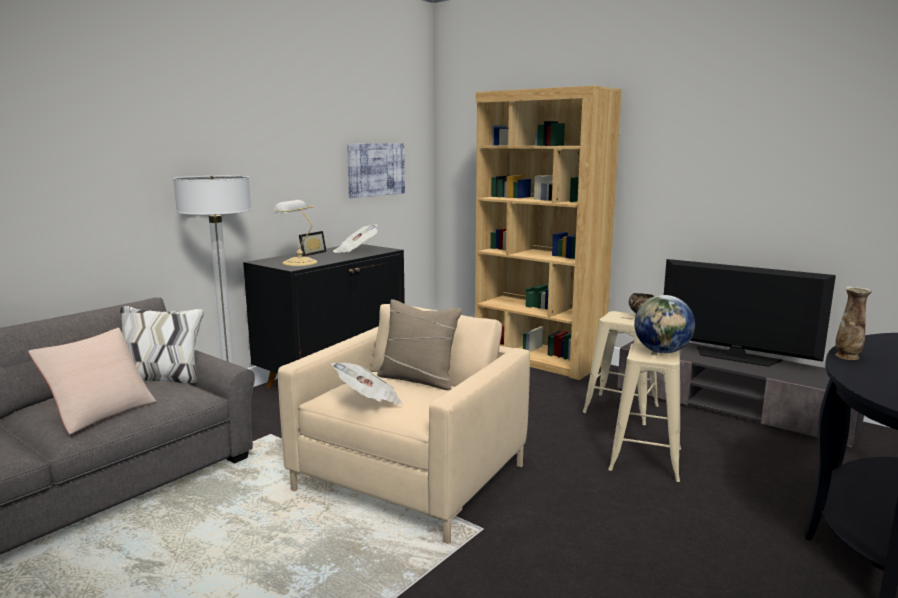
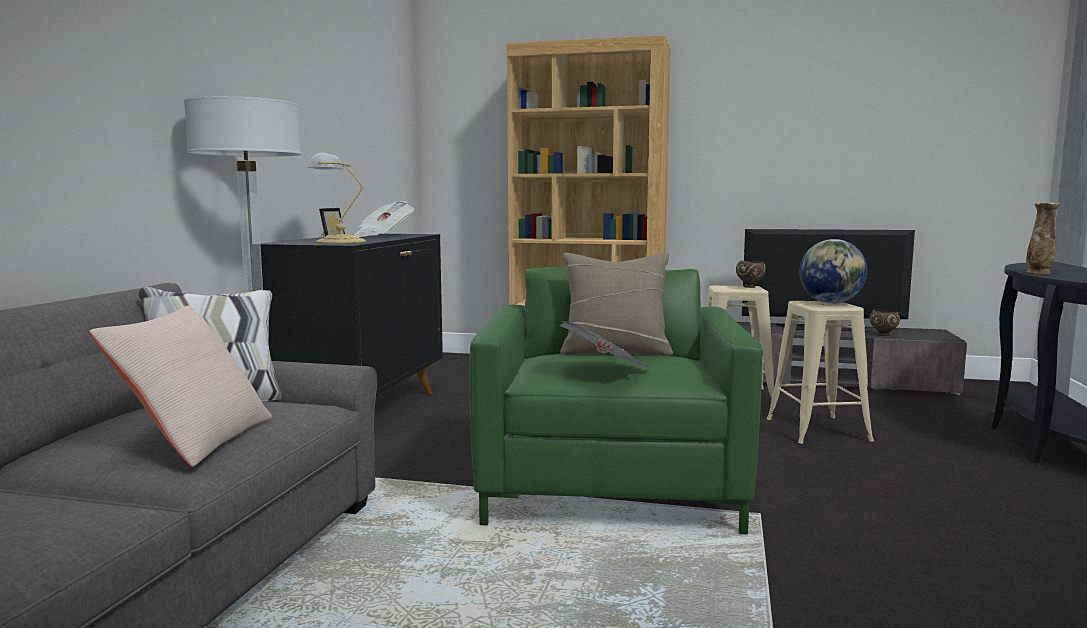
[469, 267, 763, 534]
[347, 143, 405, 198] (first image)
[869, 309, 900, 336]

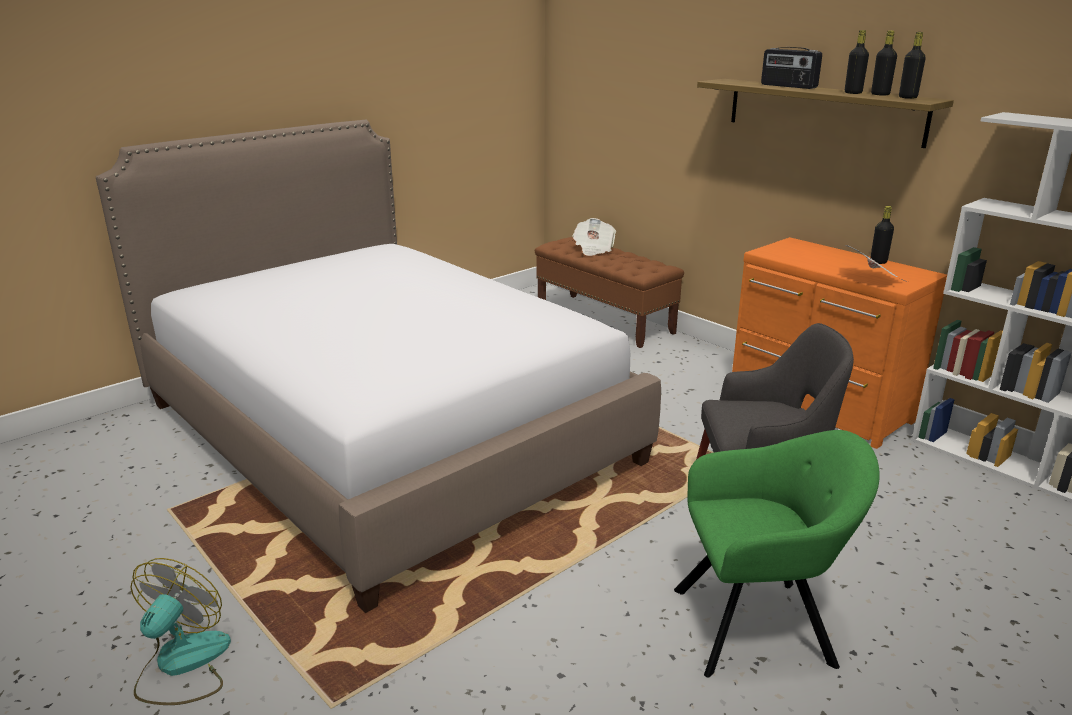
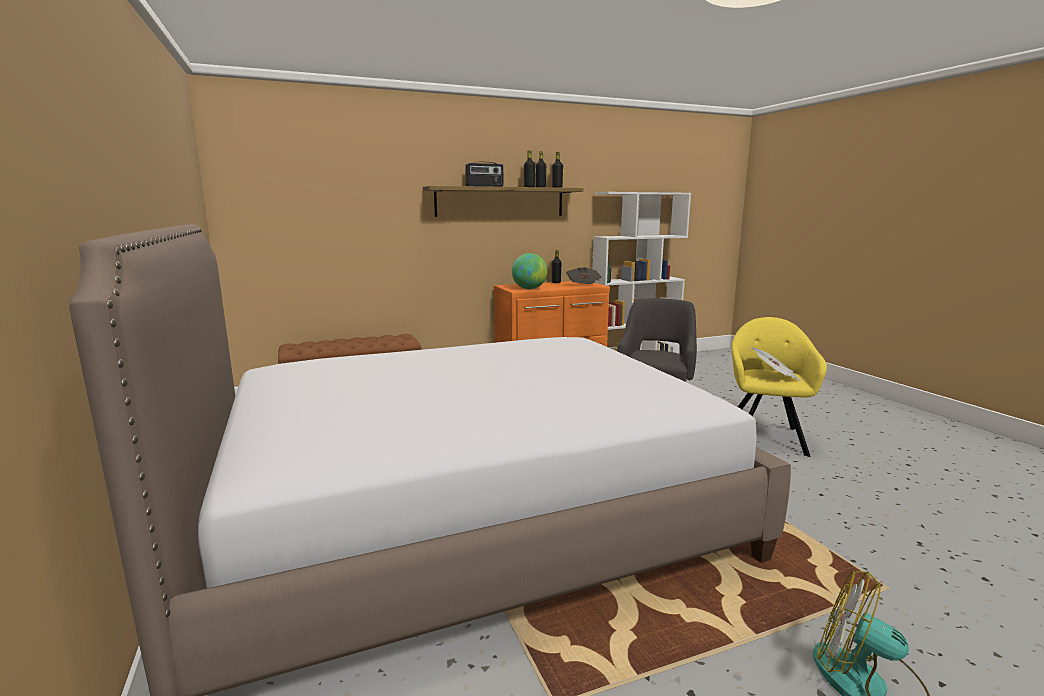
[751, 347, 801, 381]
[731, 317, 827, 457]
[512, 253, 548, 289]

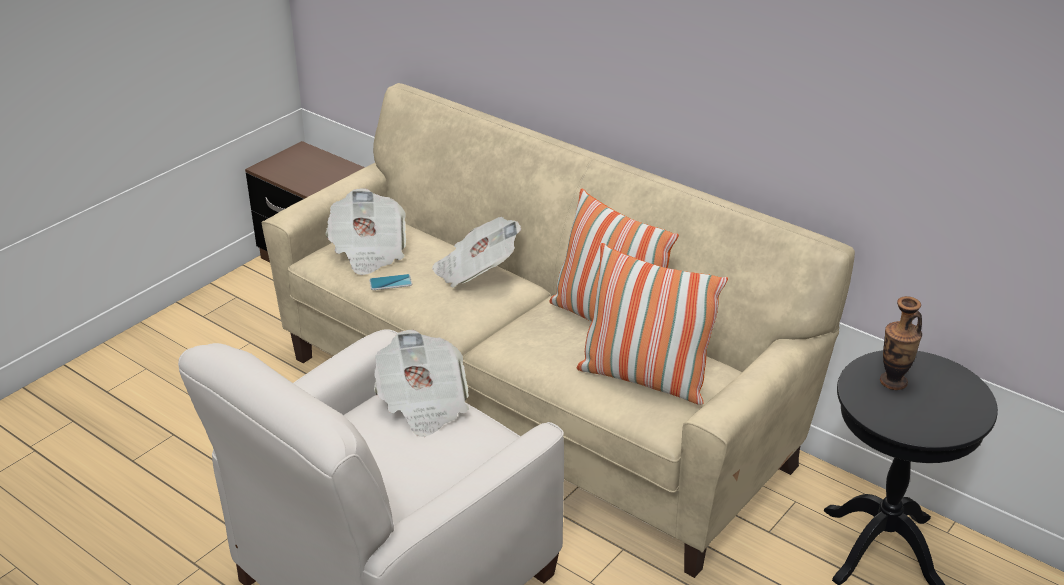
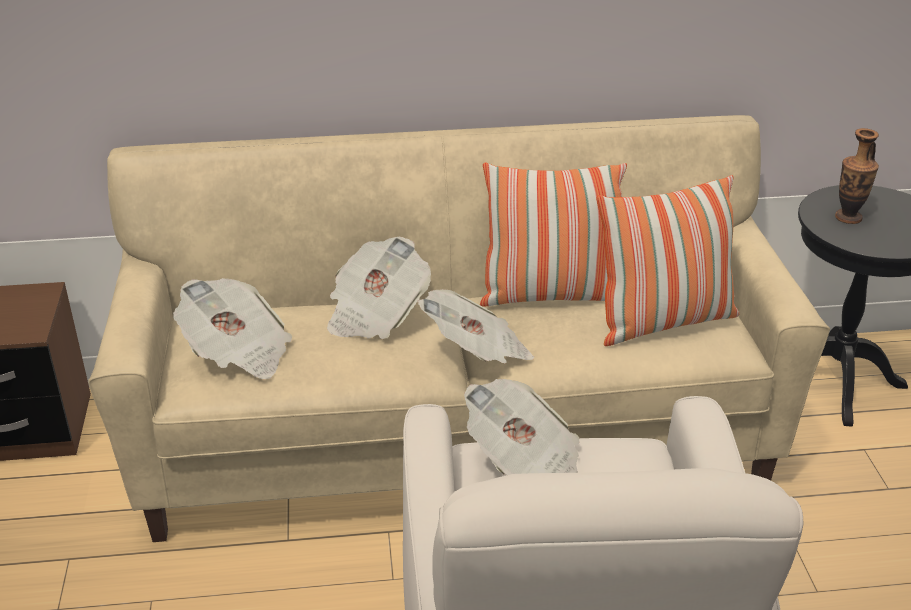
[369, 274, 412, 290] (first image)
[418, 289, 534, 363]

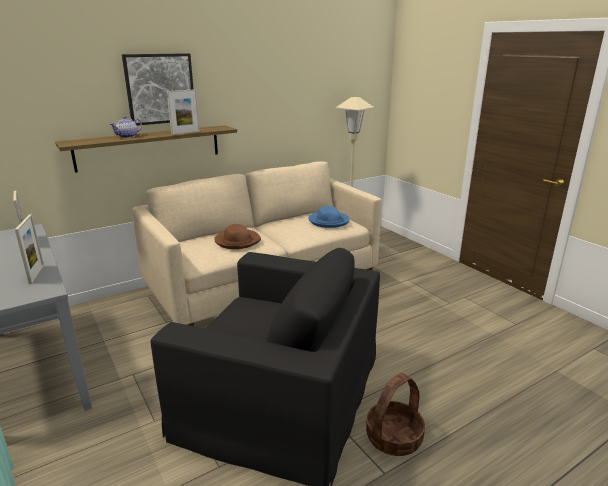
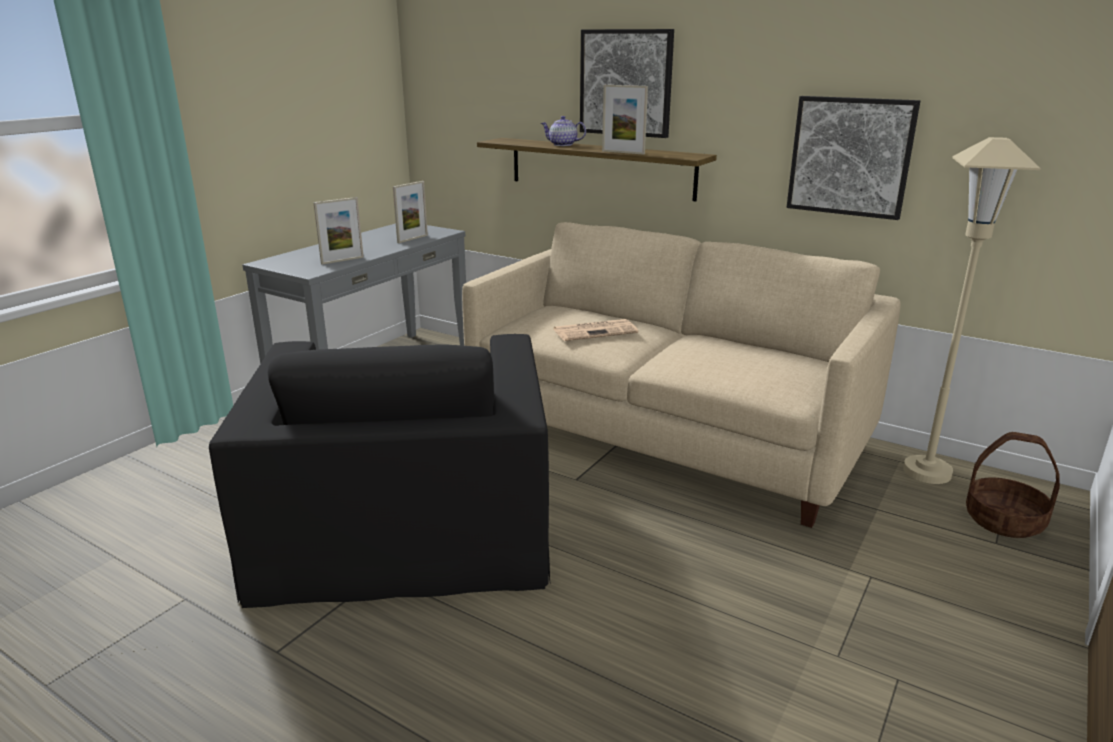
[554, 319, 638, 341]
[309, 206, 350, 228] (first image)
[966, 432, 1060, 538]
[786, 96, 920, 220]

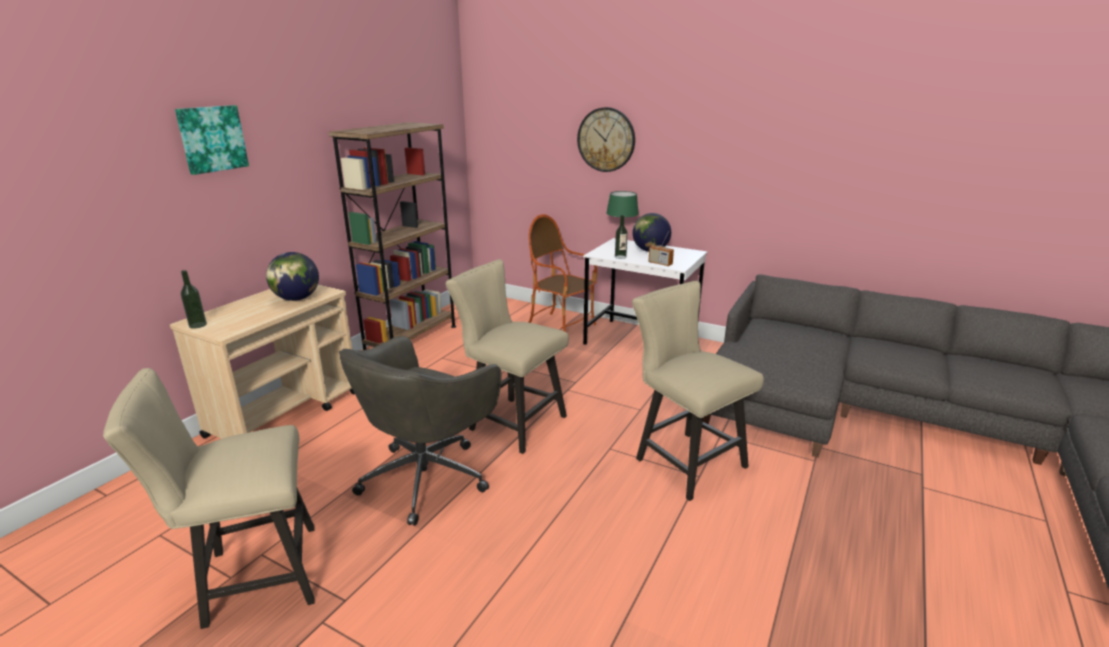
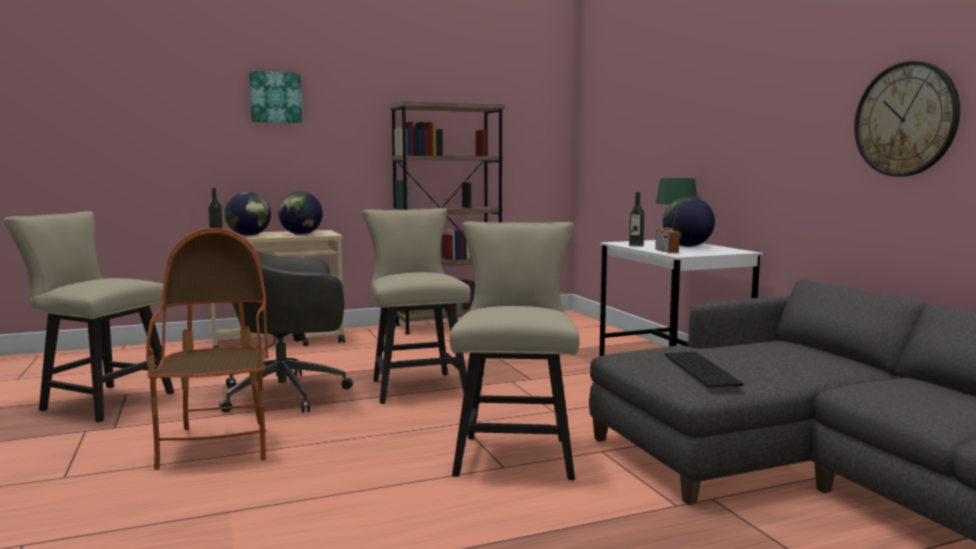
[146, 228, 268, 470]
[854, 61, 960, 177]
[225, 192, 271, 236]
[664, 351, 744, 387]

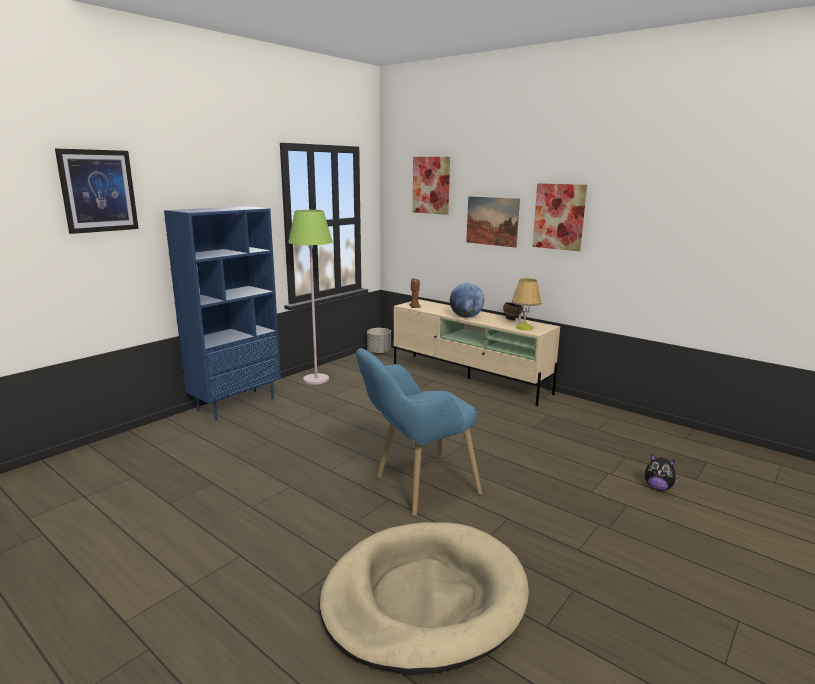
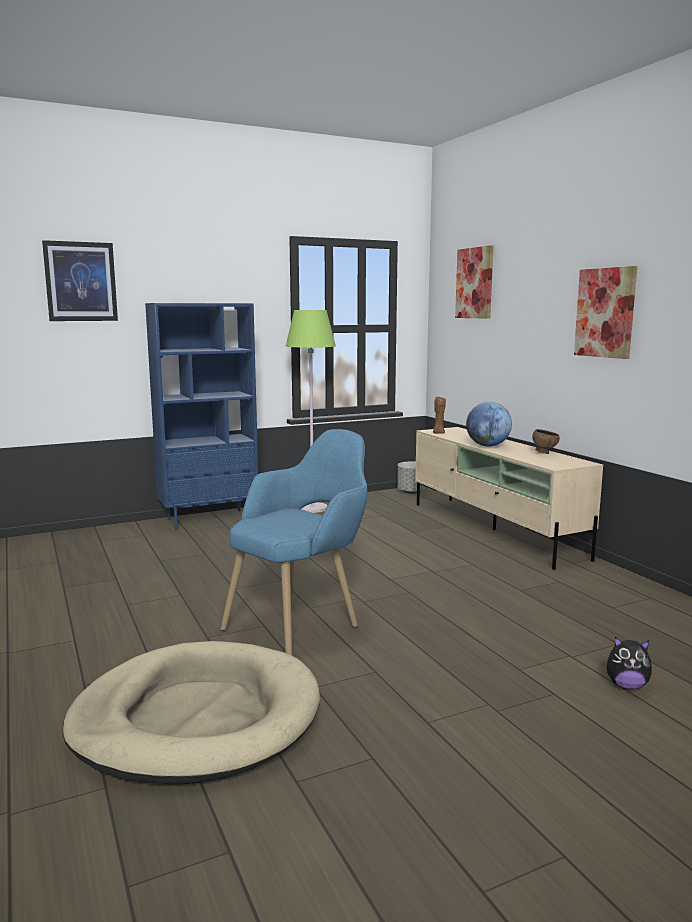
[221, 429, 367, 655]
[466, 196, 520, 248] (first image)
[512, 278, 541, 330] (first image)
[606, 637, 653, 690]

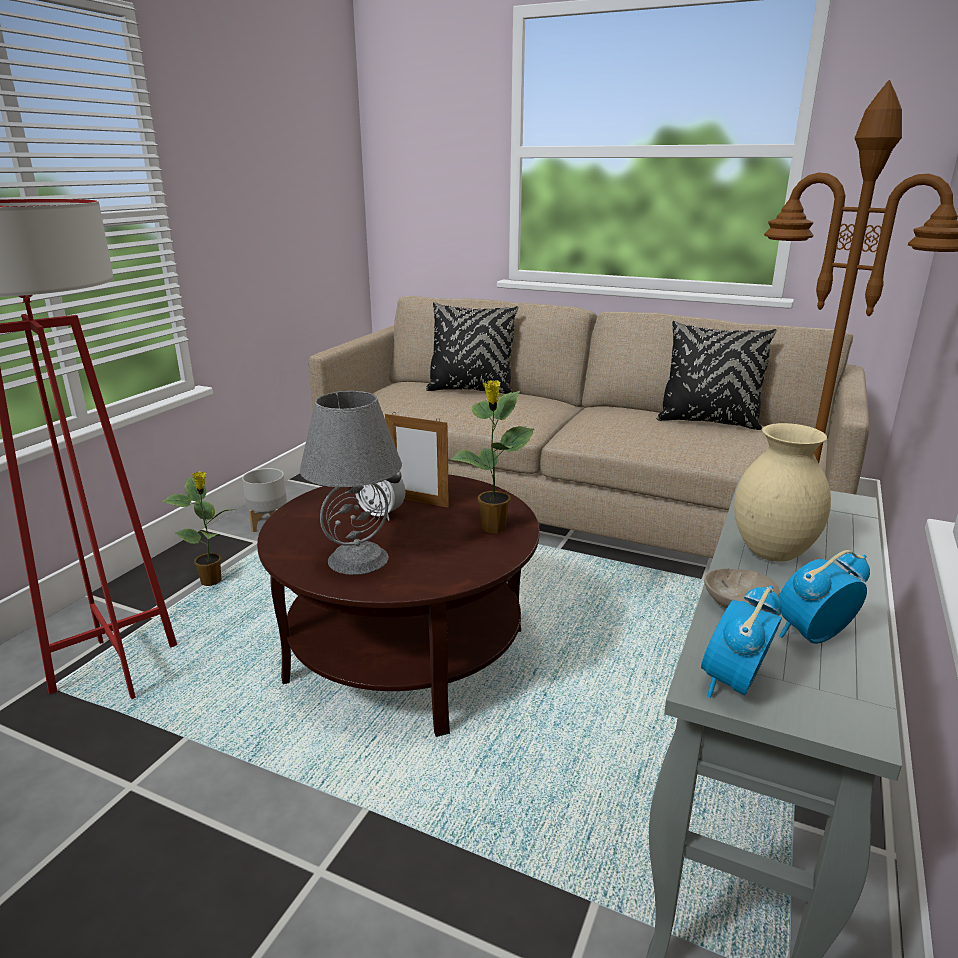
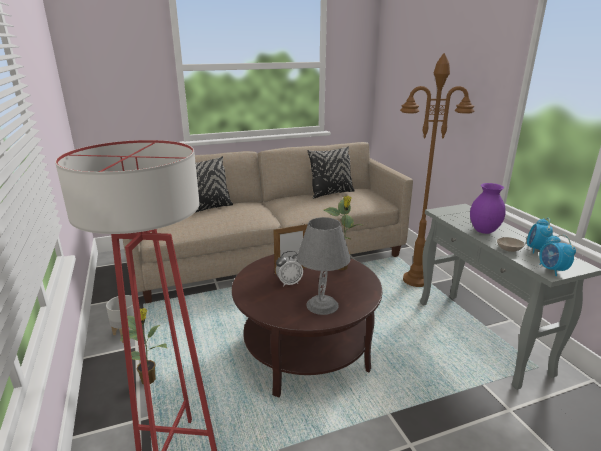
[470, 183, 506, 234]

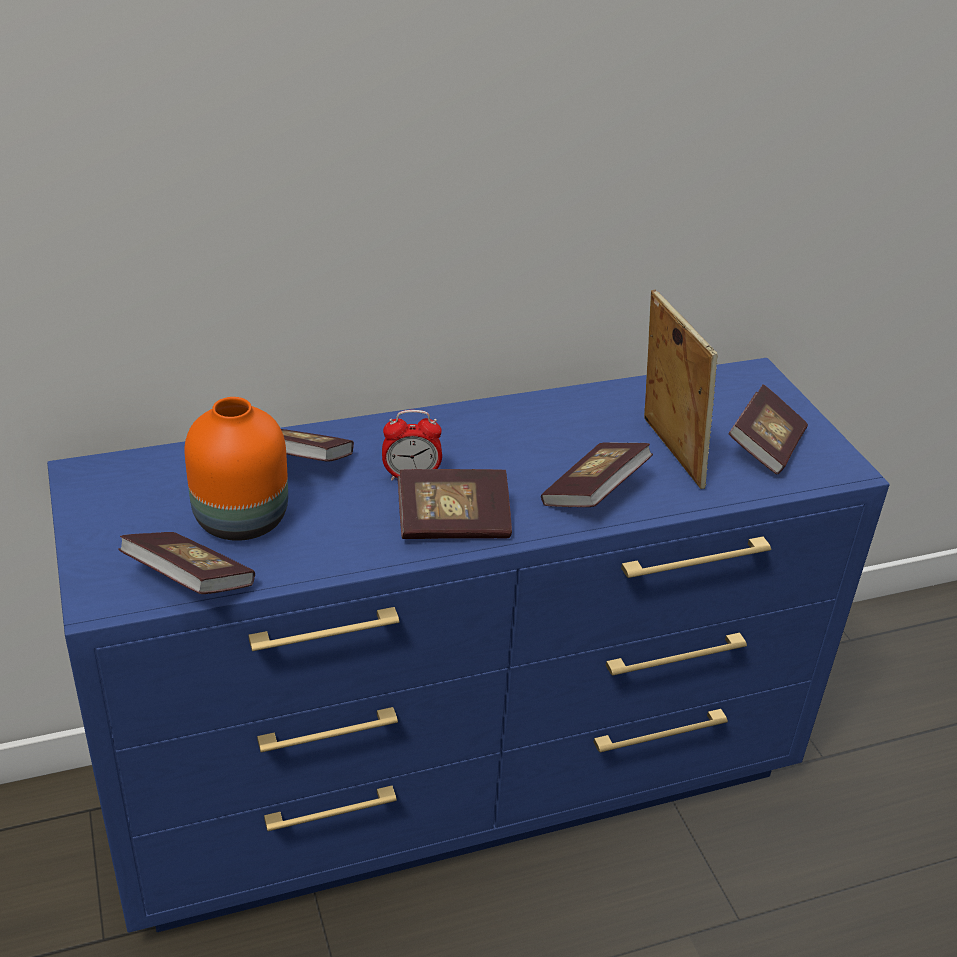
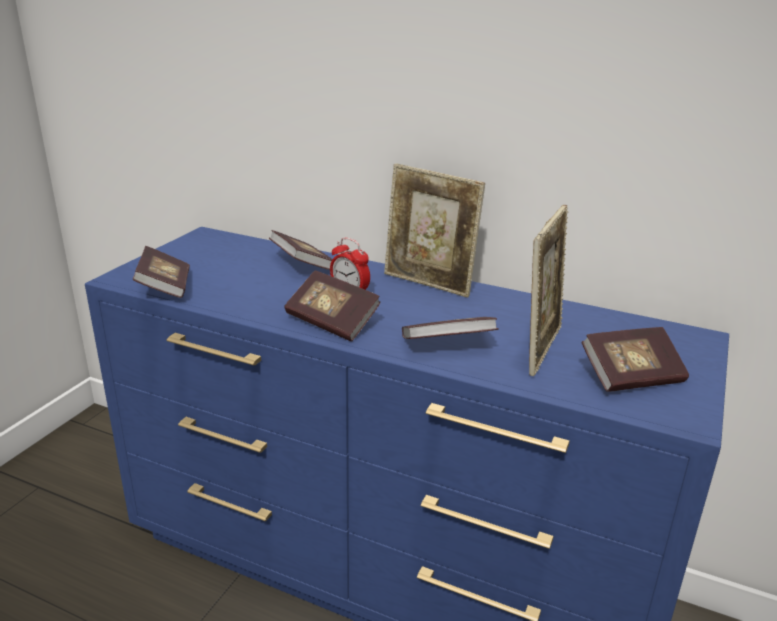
[185, 397, 288, 541] (first image)
[384, 163, 485, 298]

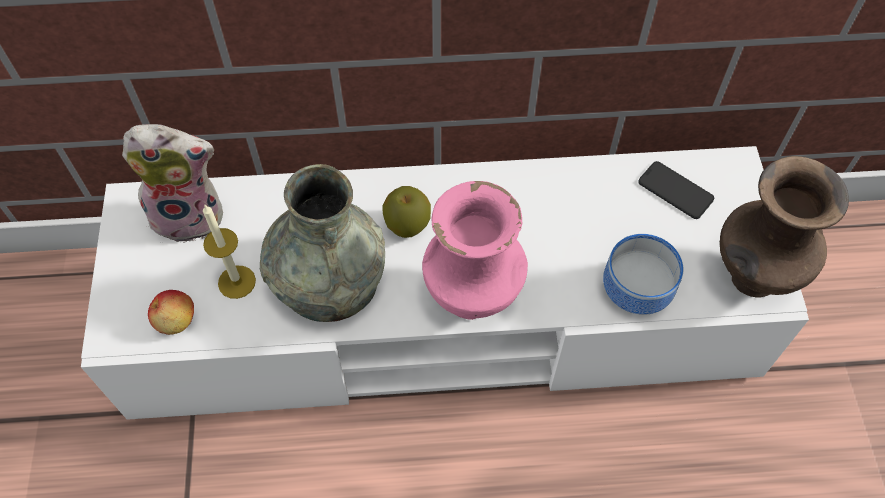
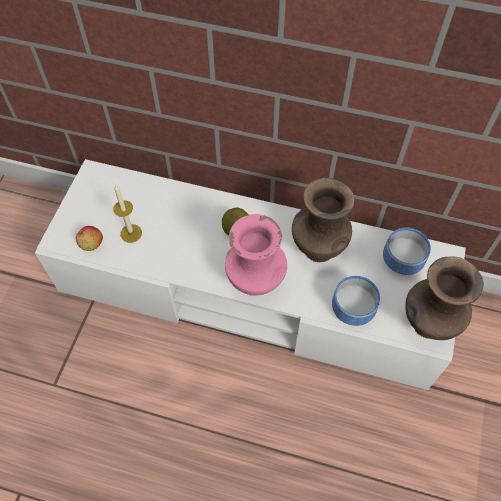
[122, 124, 223, 243] (first image)
[260, 164, 385, 322] (first image)
[383, 228, 431, 275]
[292, 178, 355, 262]

